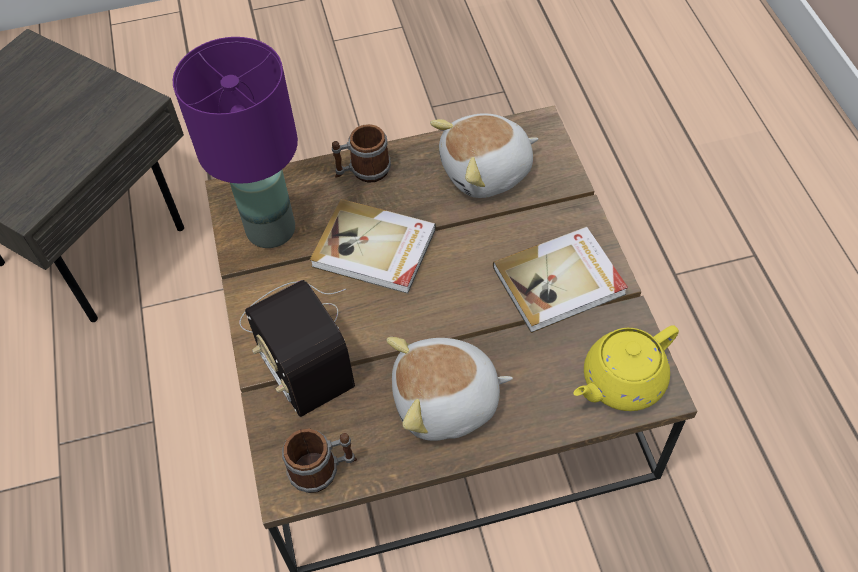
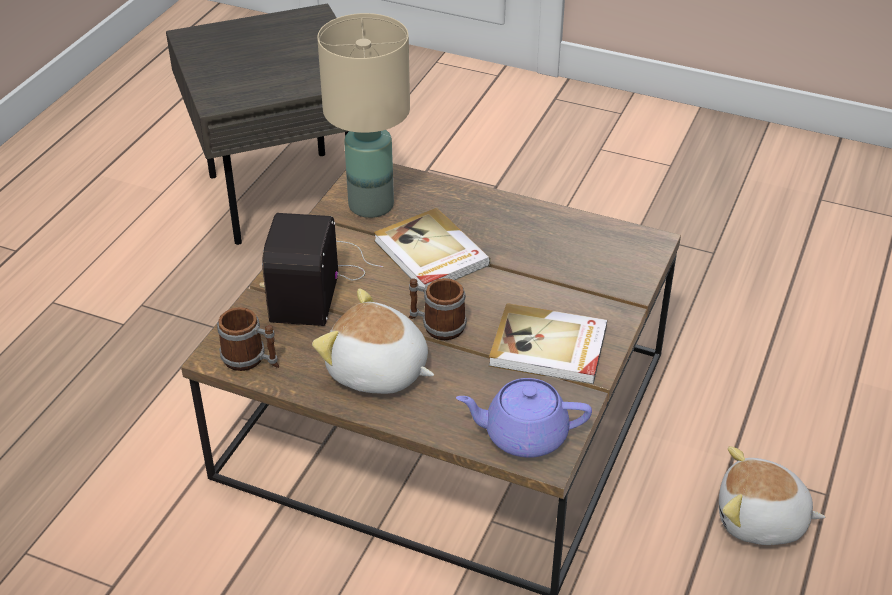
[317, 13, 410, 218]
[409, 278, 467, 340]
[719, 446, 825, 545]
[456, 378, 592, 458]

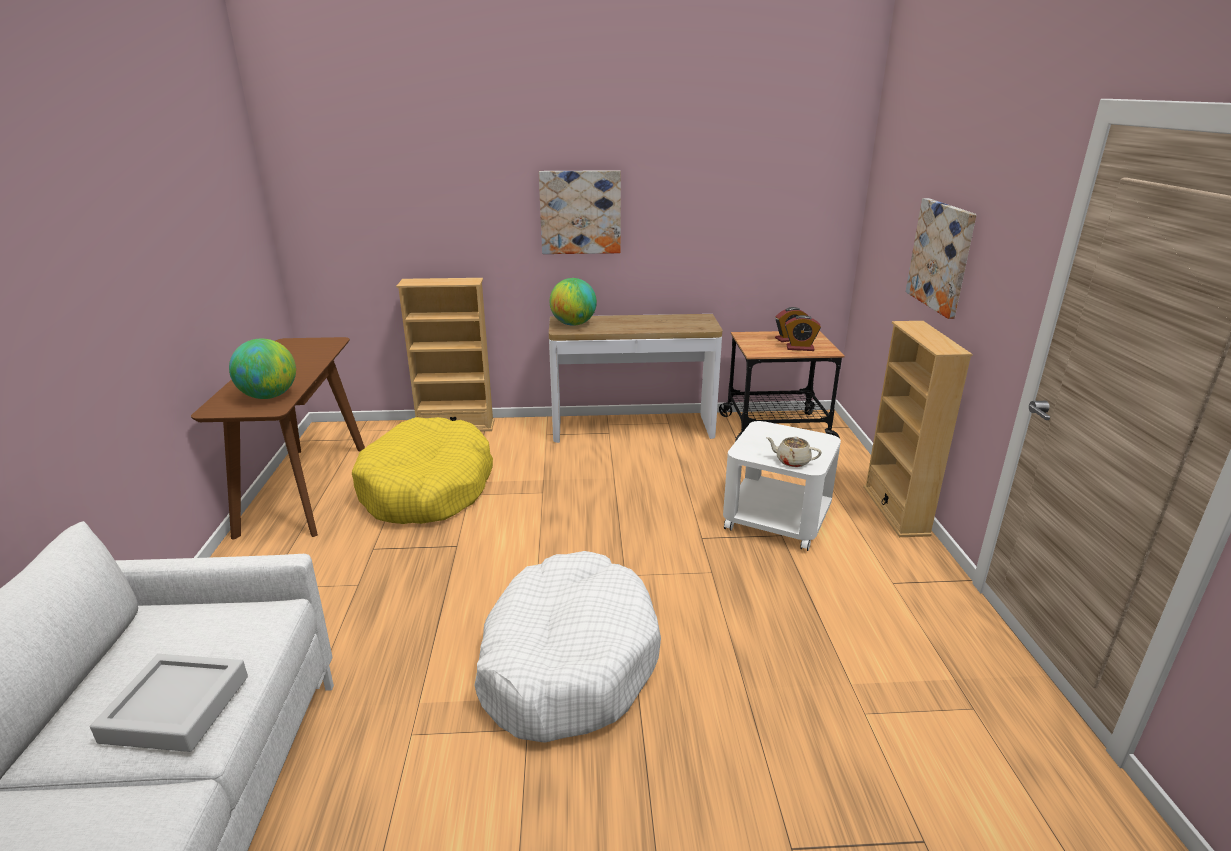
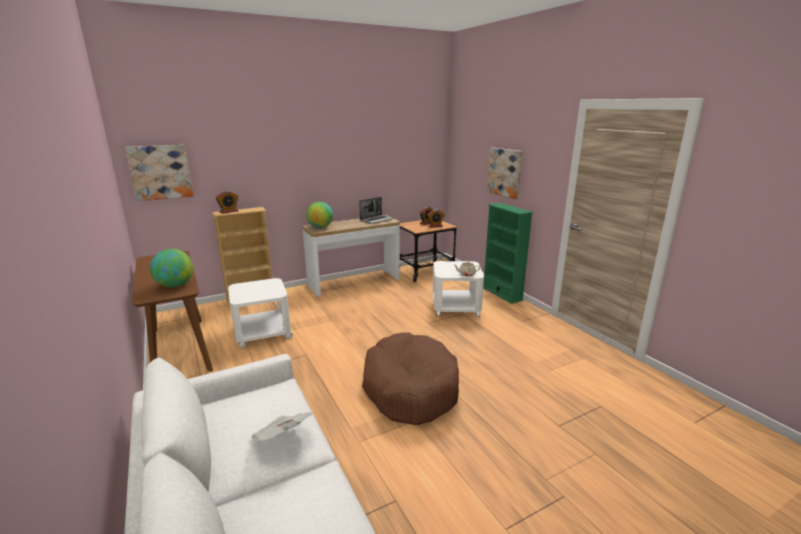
[251, 412, 313, 441]
[228, 278, 293, 348]
[362, 332, 459, 425]
[125, 145, 193, 201]
[483, 203, 533, 304]
[216, 191, 238, 214]
[359, 197, 394, 224]

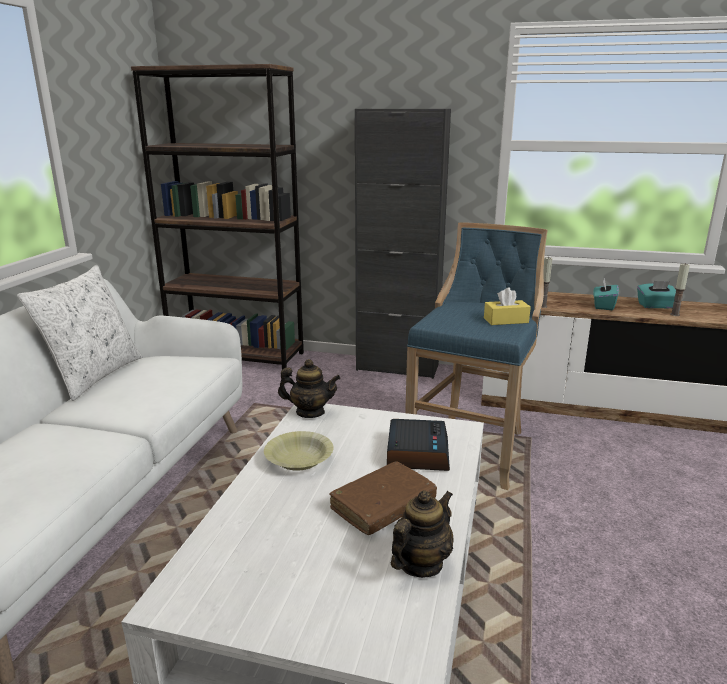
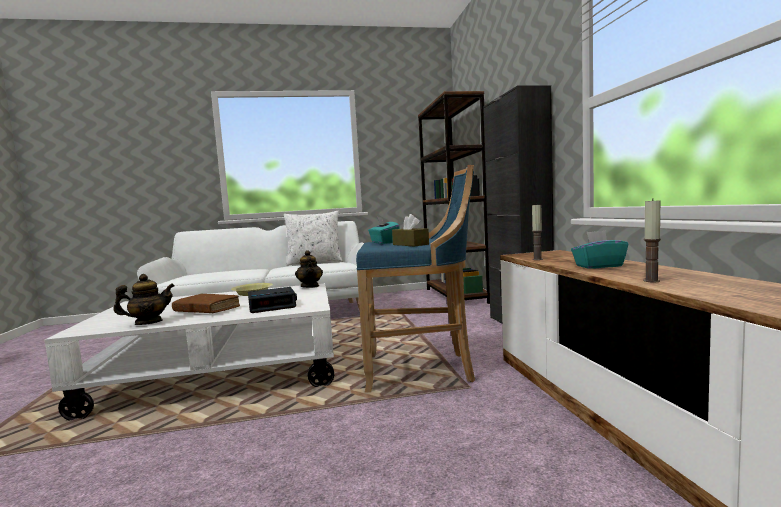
[113, 274, 175, 325]
[392, 214, 429, 247]
[368, 217, 400, 244]

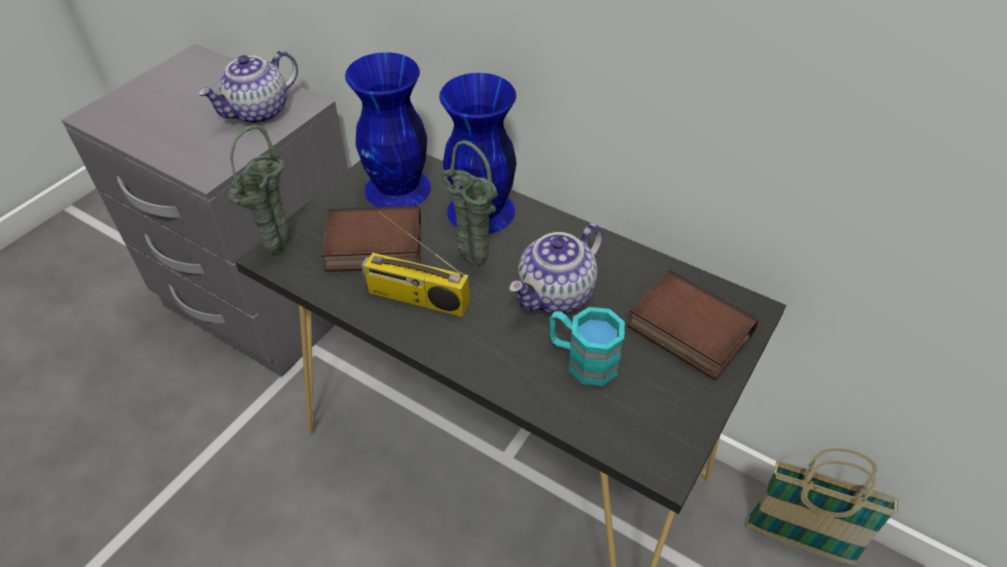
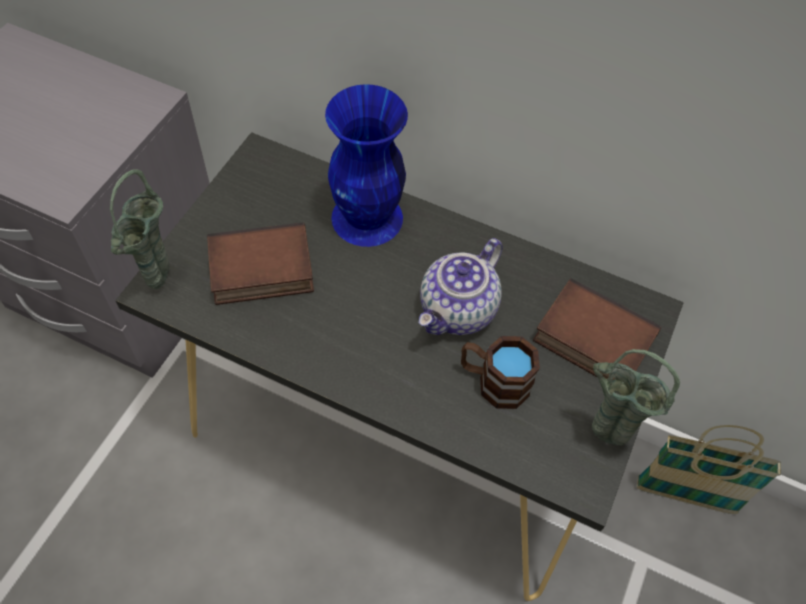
[198, 50, 298, 124] (first image)
[345, 52, 431, 207] (first image)
[361, 211, 470, 317] (first image)
[592, 349, 680, 445]
[461, 336, 540, 409]

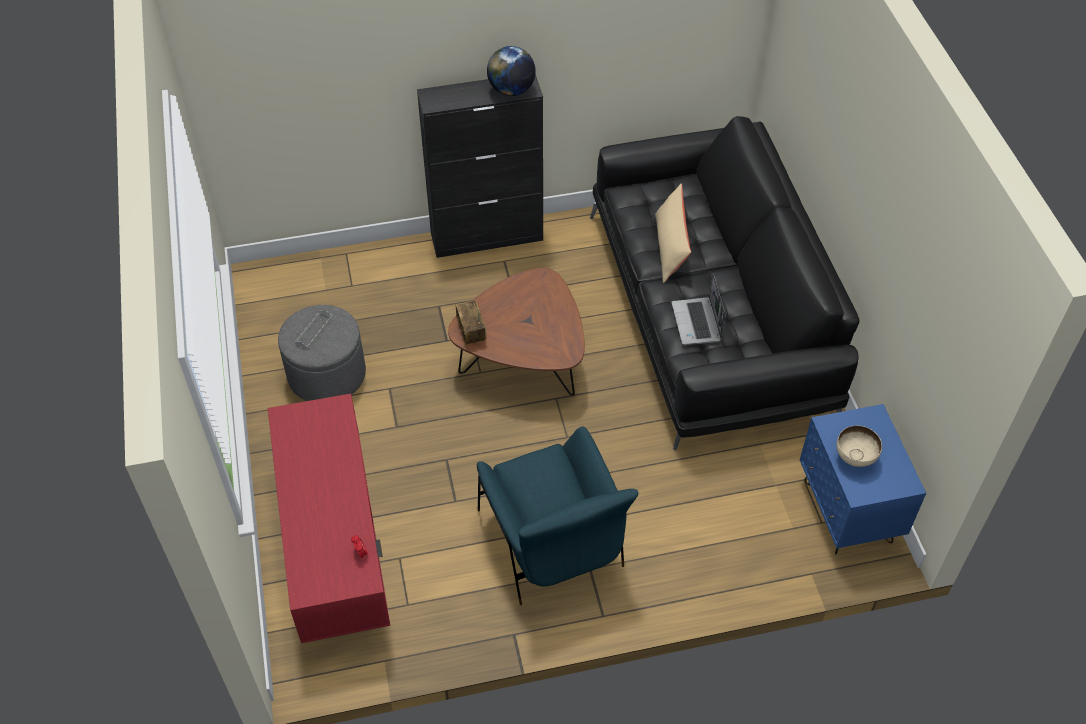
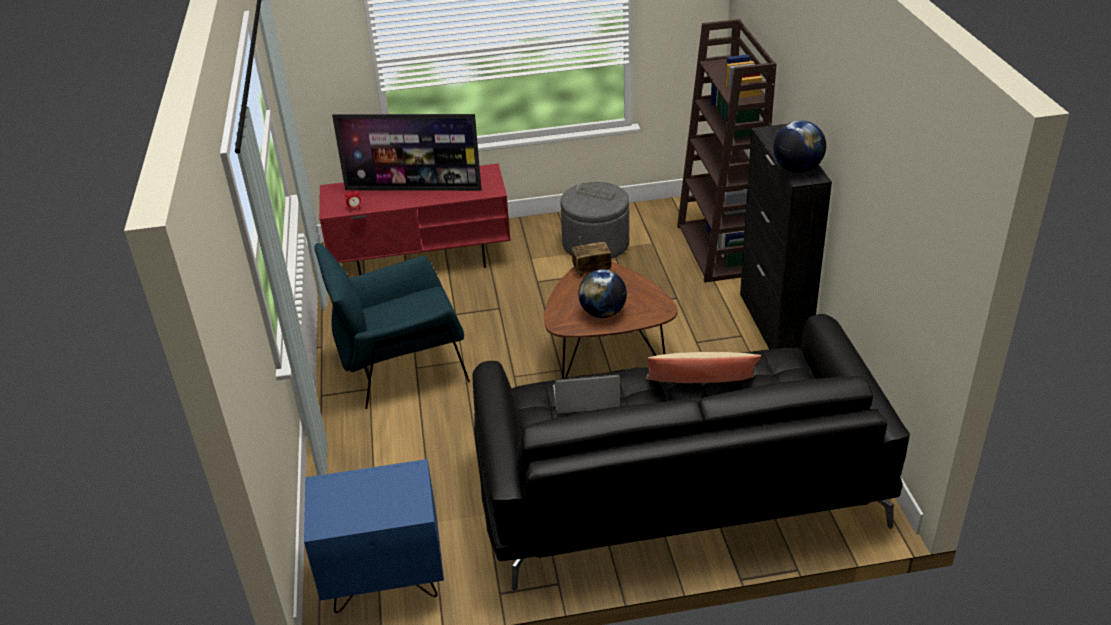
[836, 425, 882, 467] (first image)
[332, 114, 482, 191]
[578, 269, 627, 318]
[677, 19, 776, 282]

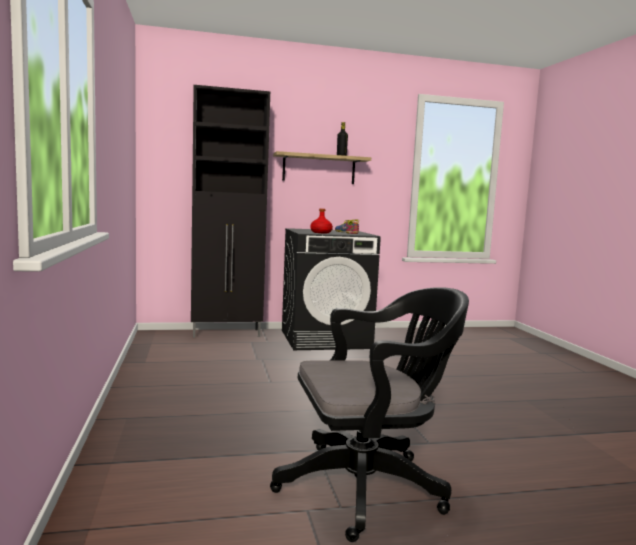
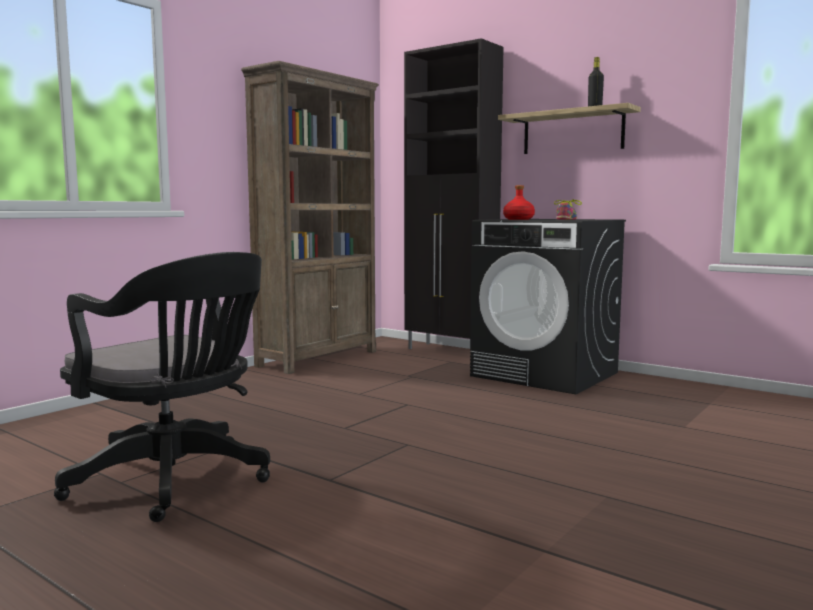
[241, 61, 379, 374]

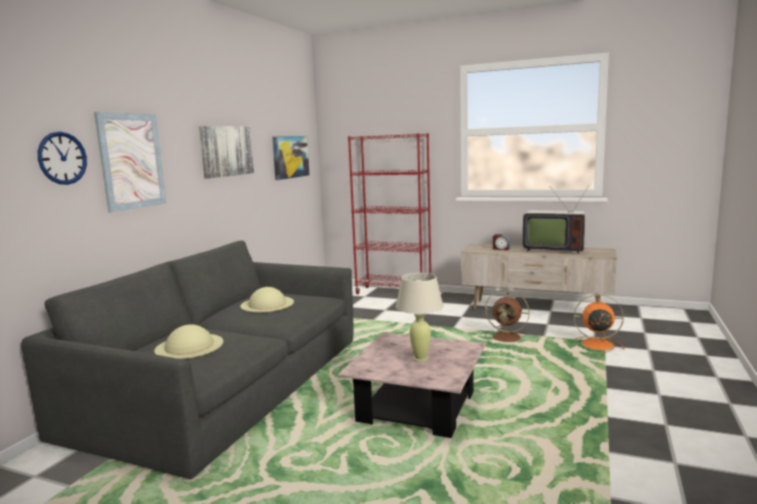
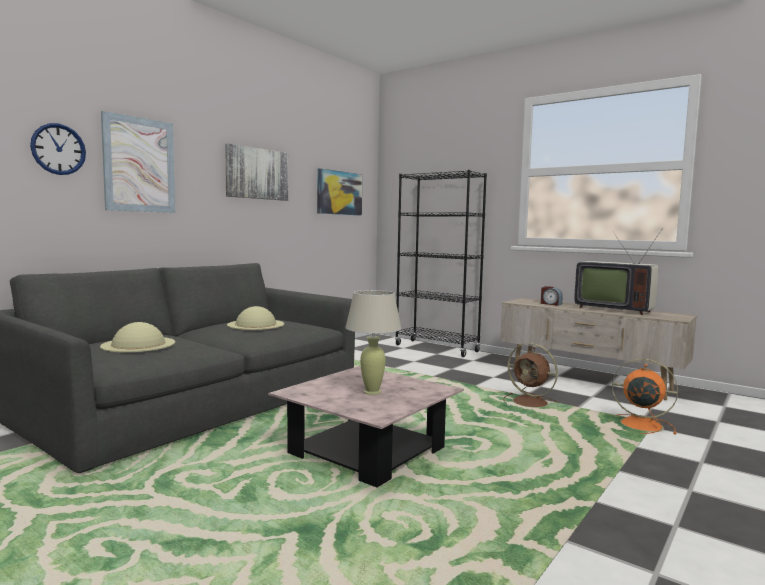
[395, 170, 487, 357]

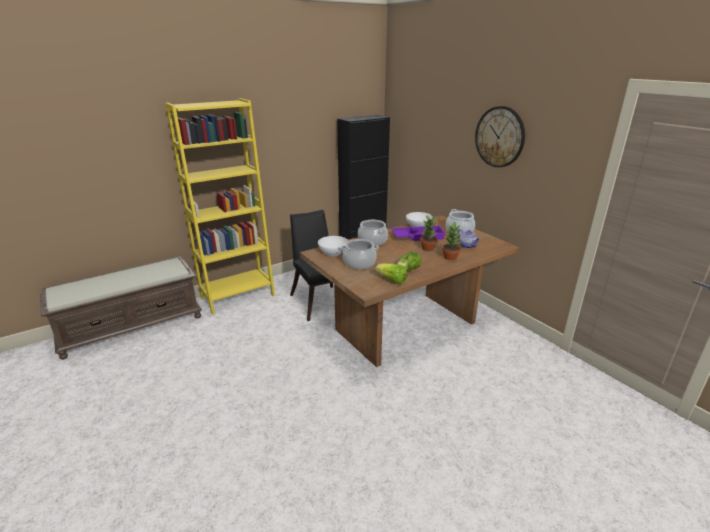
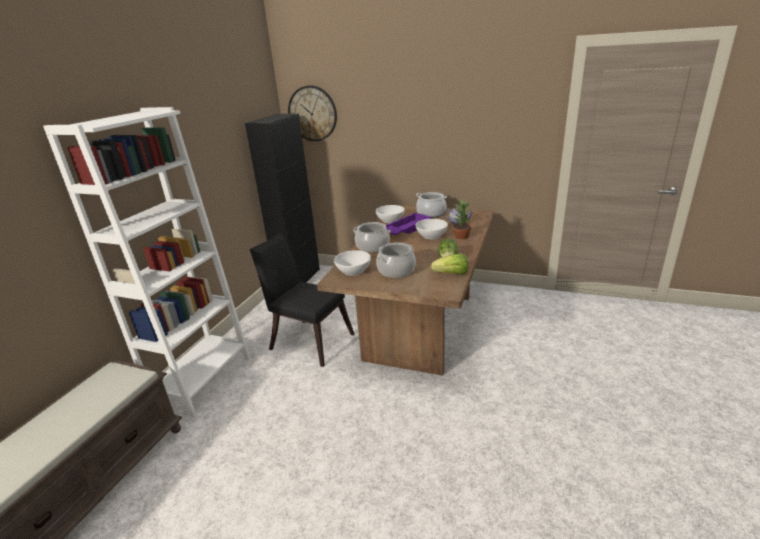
[43, 107, 251, 418]
[415, 219, 448, 239]
[288, 85, 337, 141]

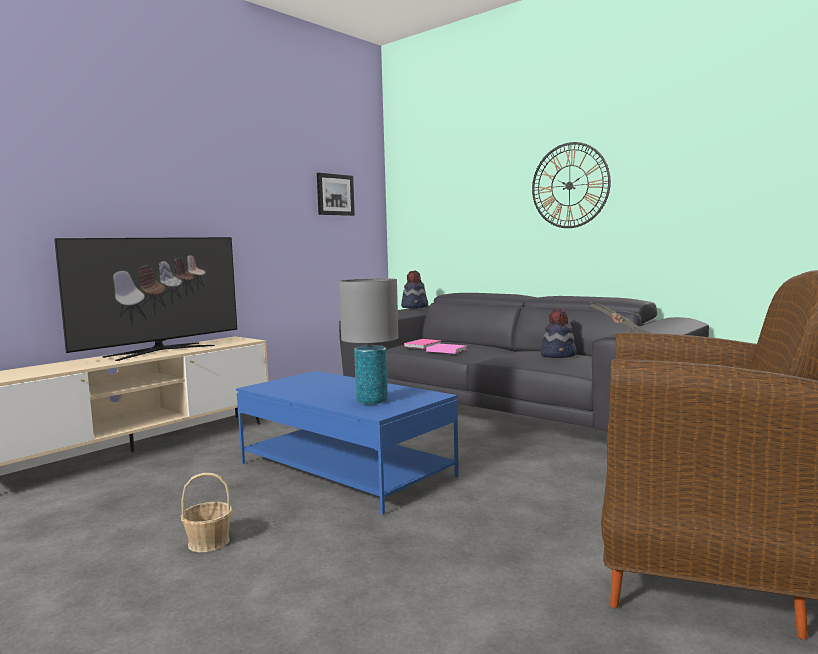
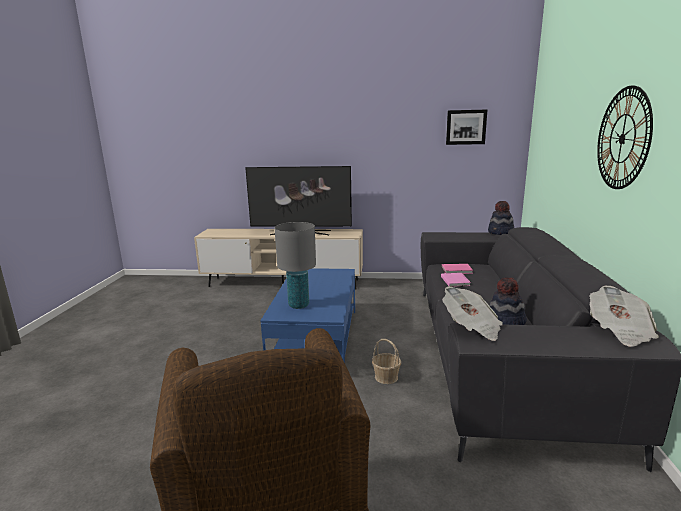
[372, 339, 401, 384]
[589, 286, 659, 347]

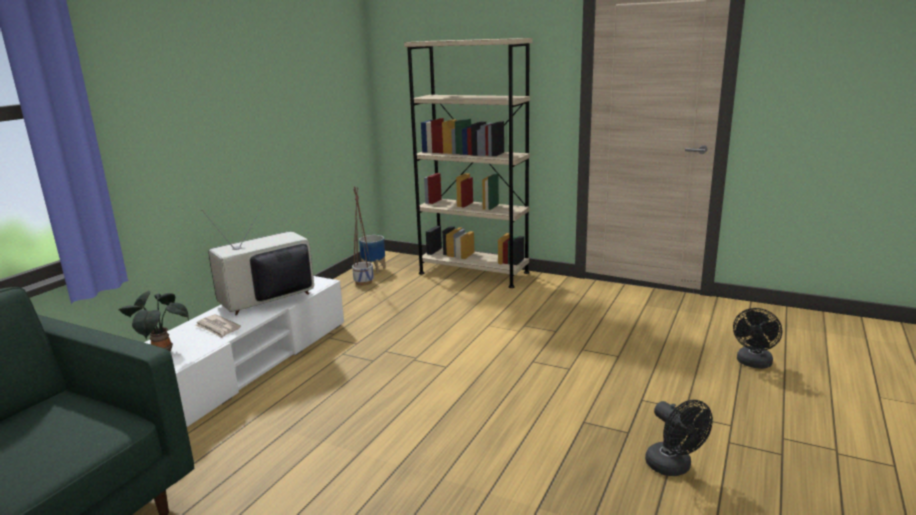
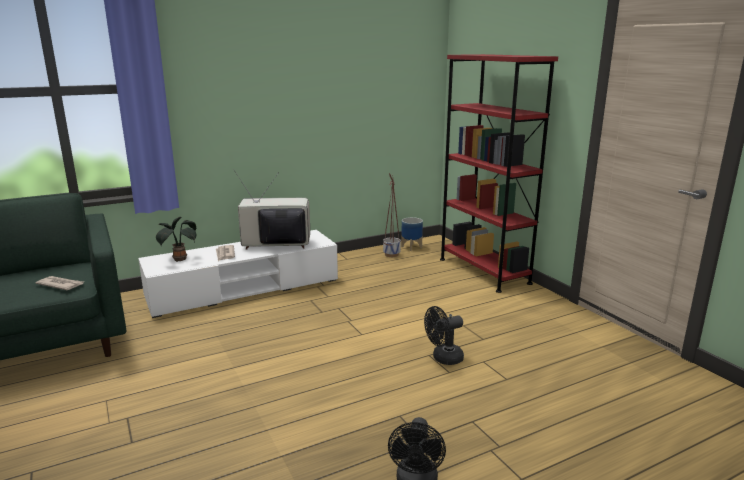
[440, 54, 558, 293]
[424, 306, 464, 365]
[36, 276, 84, 290]

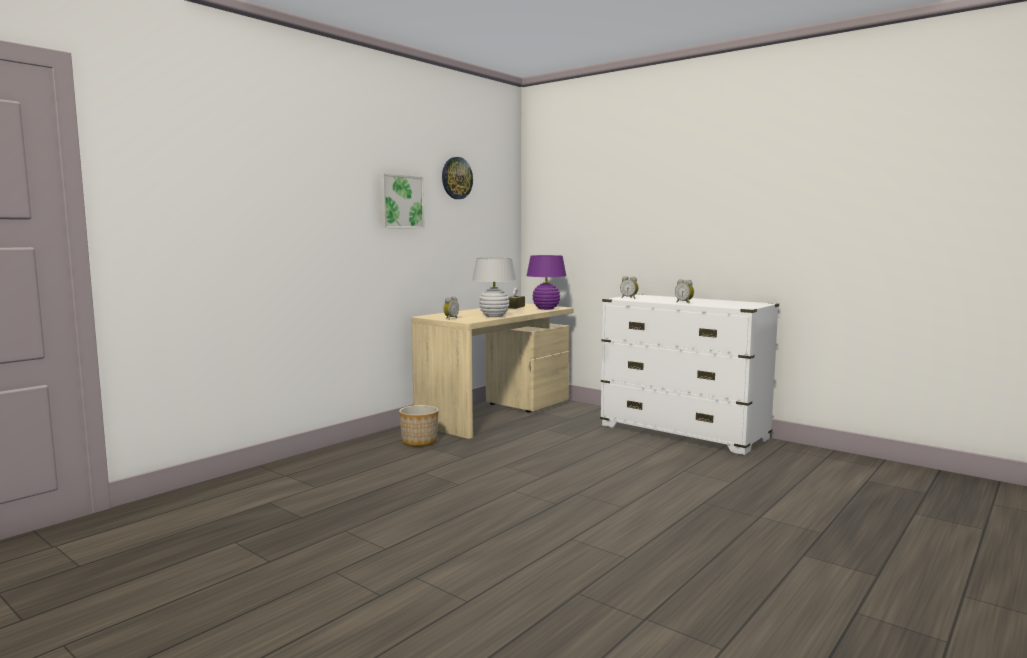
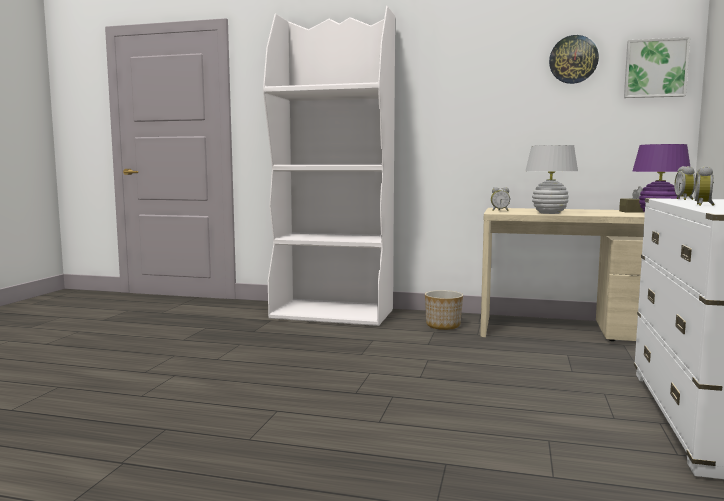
[624, 37, 690, 98]
[263, 6, 395, 326]

